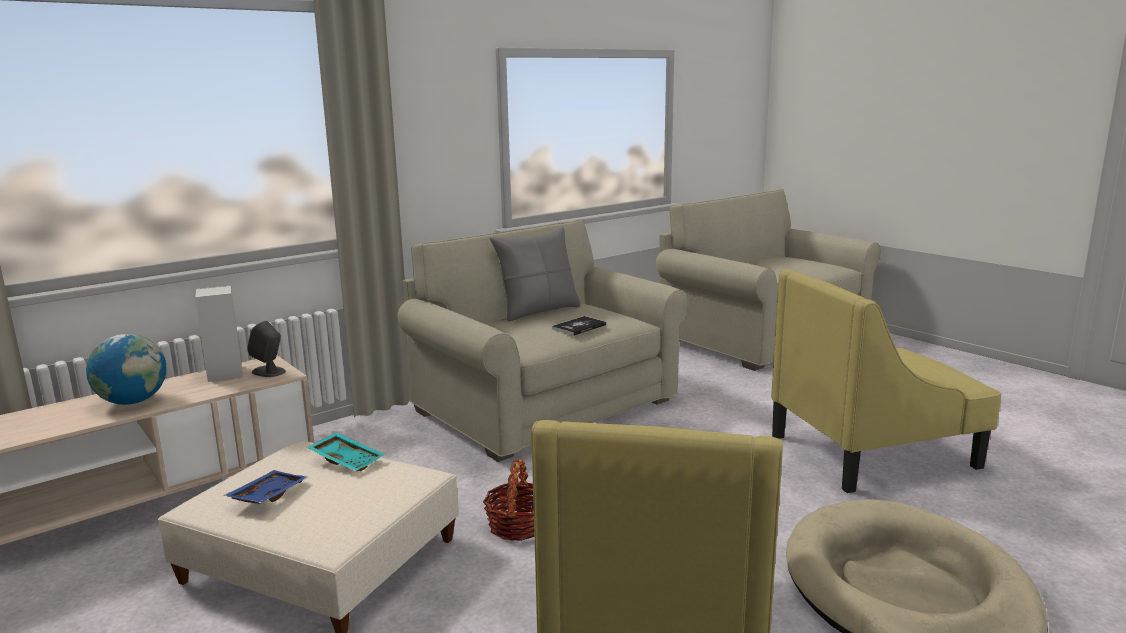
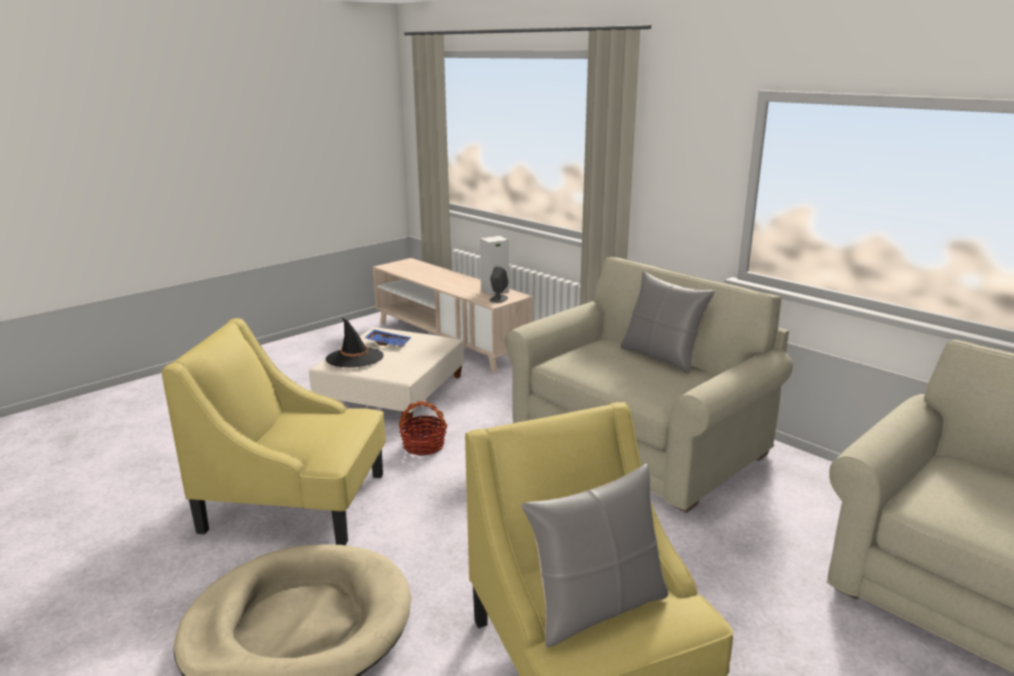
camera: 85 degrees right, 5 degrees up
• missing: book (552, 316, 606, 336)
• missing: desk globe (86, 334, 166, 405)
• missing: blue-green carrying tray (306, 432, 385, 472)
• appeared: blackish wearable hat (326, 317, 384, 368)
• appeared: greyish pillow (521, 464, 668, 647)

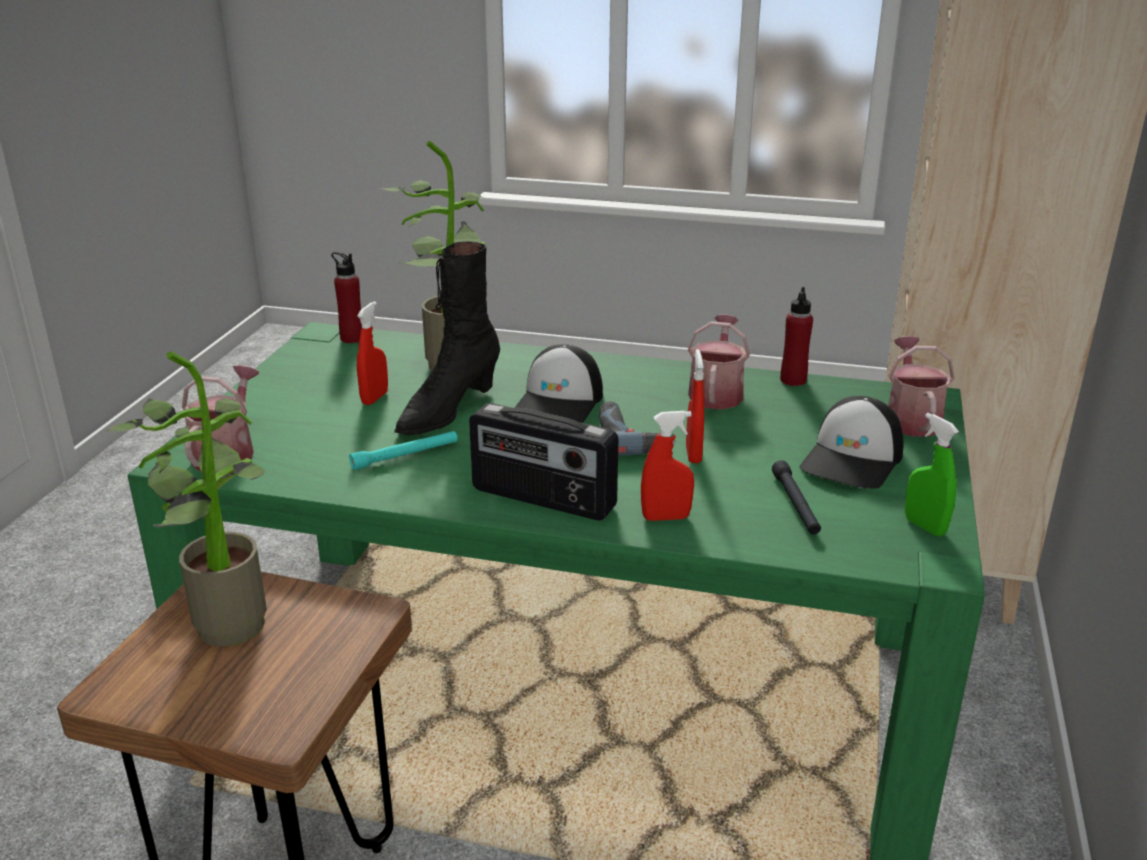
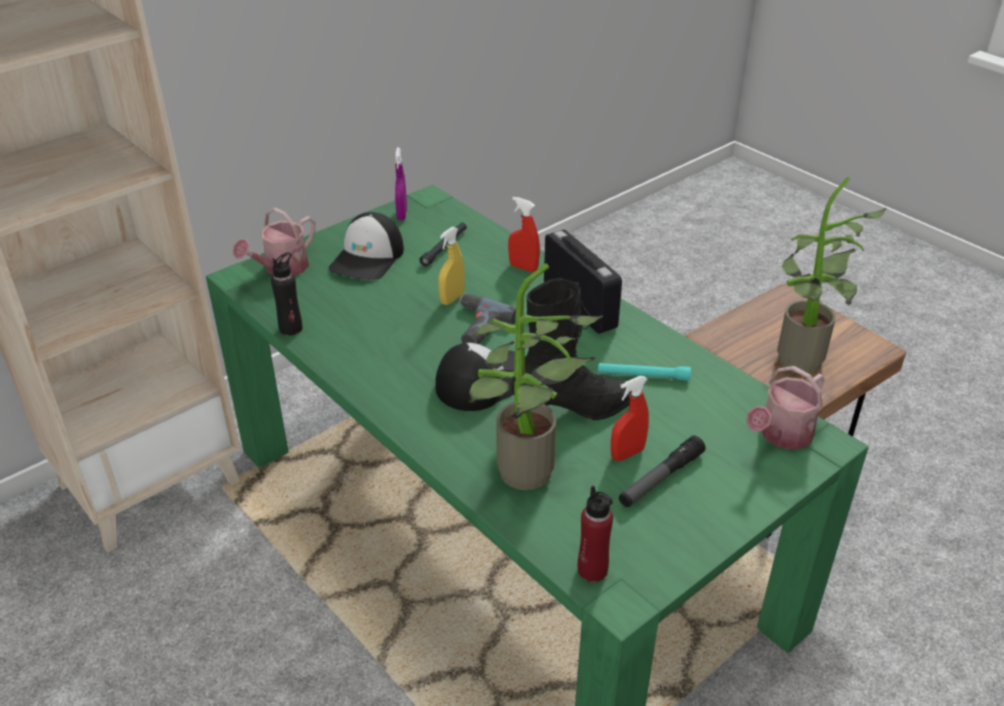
camera: 145 degrees left, 10 degrees up
• colour: reddish beverage bottle (780, 287, 813, 386) to blackish beverage bottle (271, 252, 302, 335)
• missing: watering pot (688, 315, 750, 410)
• colour: reddish spray bottle (686, 349, 704, 463) to yellowish spray bottle (438, 227, 465, 305)
• spun: baseball cap (800, 396, 904, 489) = (329, 212, 404, 280) 135 degrees clockwise
• colour: green spray bottle (905, 413, 959, 536) to purplish spray bottle (395, 148, 407, 220)
• appeared: hand torch (619, 436, 705, 507)

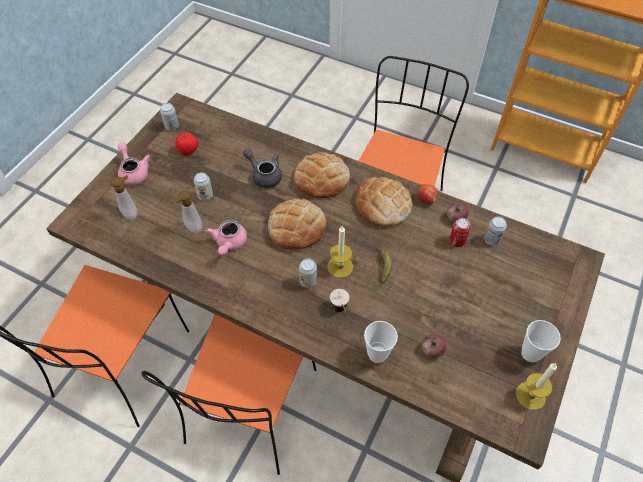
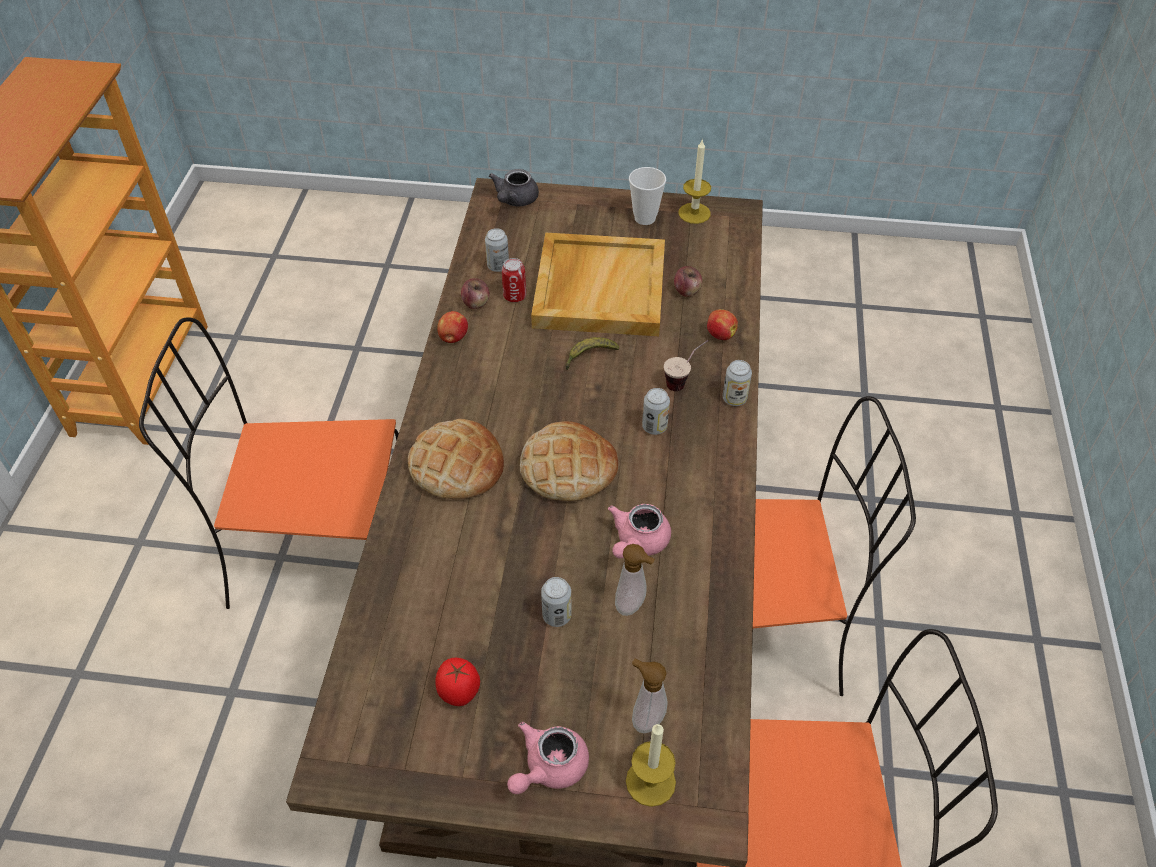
camera: 110 degrees left, 5 degrees down
• relocated: can (160, 103, 179, 130) to (723, 360, 752, 406)
• relocated: greyish pot for tea (243, 149, 282, 188) to (489, 169, 539, 206)
• missing: bread (355, 177, 412, 226)
• spun: pink-coloured pot for tea (206, 220, 247, 256) = (608, 504, 671, 559) 135 degrees clockwise
• relocated: wax light (327, 225, 353, 278) to (626, 723, 676, 807)
• exchanged: small cup (364, 321, 398, 363) to apple (707, 309, 738, 340)
• appeared: sand-coloured carrying tray (531, 232, 665, 336)

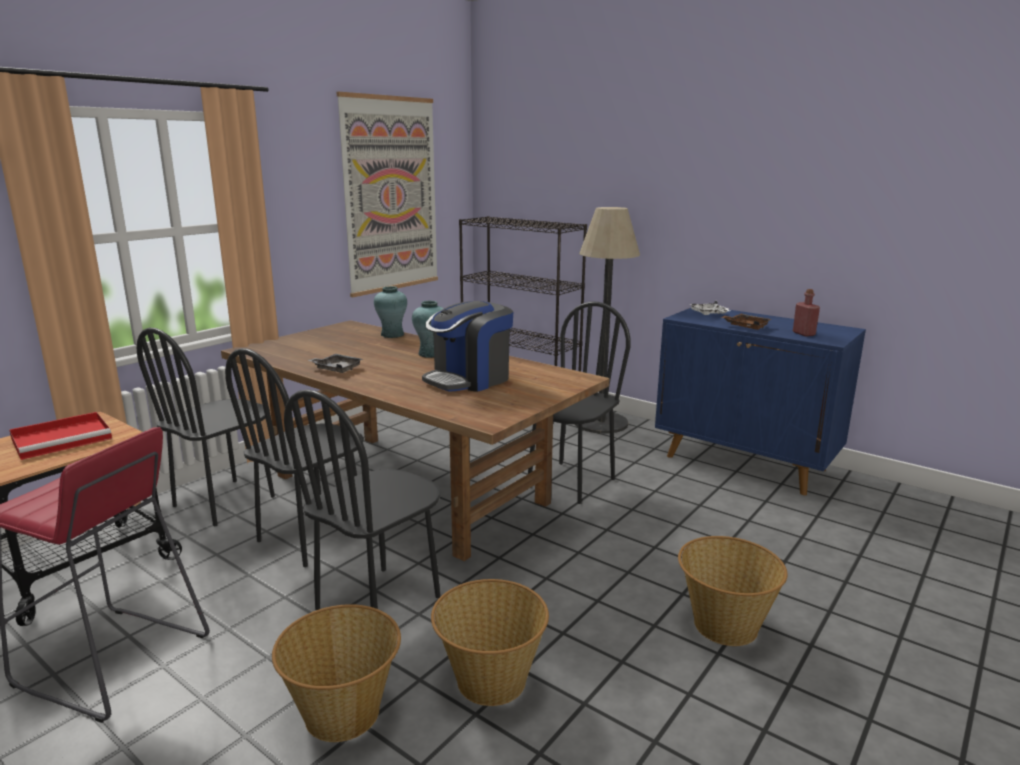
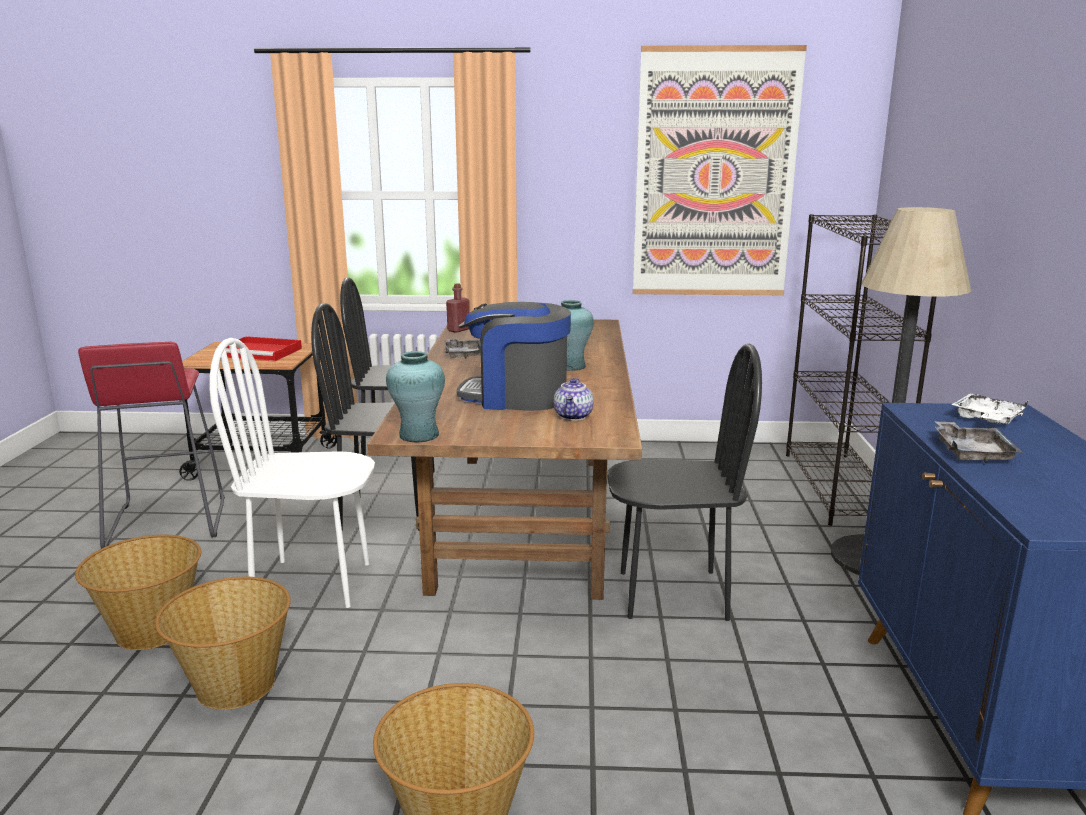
camera: 55 degrees right, 0 degrees up
• relocated: blue-green decorative vase (374, 286, 407, 338) to (386, 351, 445, 442)
• relocated: reddish beverage bottle (793, 289, 820, 337) to (446, 283, 470, 333)
• colour: brown-coloured carrying tray (721, 314, 772, 330) to greyish carrying tray (934, 421, 1023, 463)
• colour: blackish upright chair (284, 389, 441, 610) to white upright chair (209, 338, 375, 608)
• appeared: pot for tea (553, 378, 594, 421)

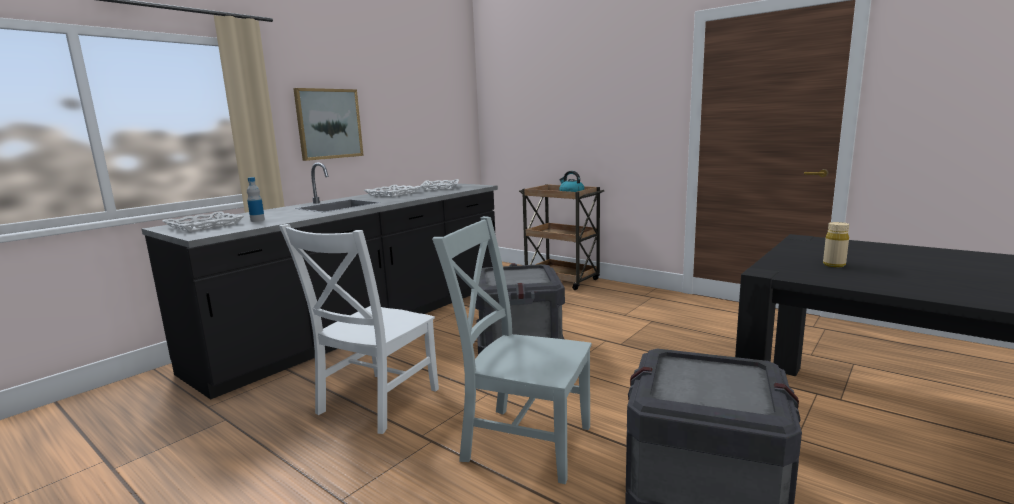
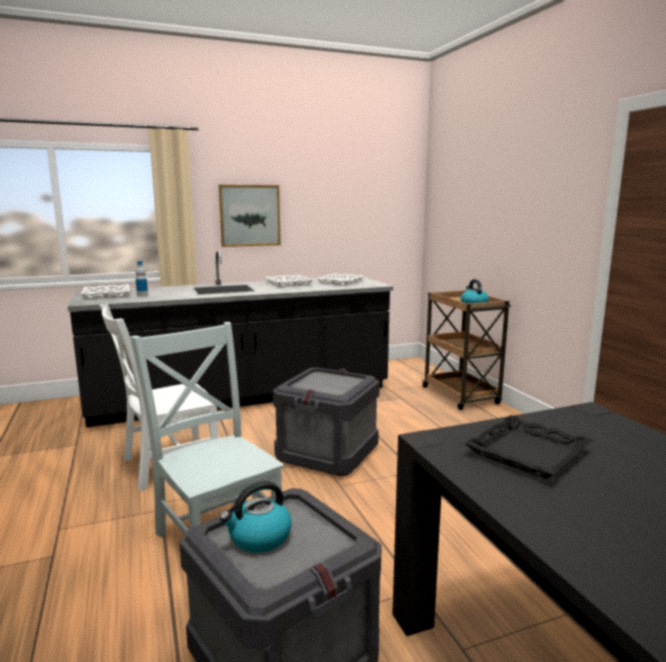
camera: 30 degrees right, 0 degrees up
• exchanged: sand-coloured beverage bottle (823, 222, 849, 267) to blackish carrying tray (464, 415, 593, 479)
• appeared: kettle (220, 481, 292, 553)

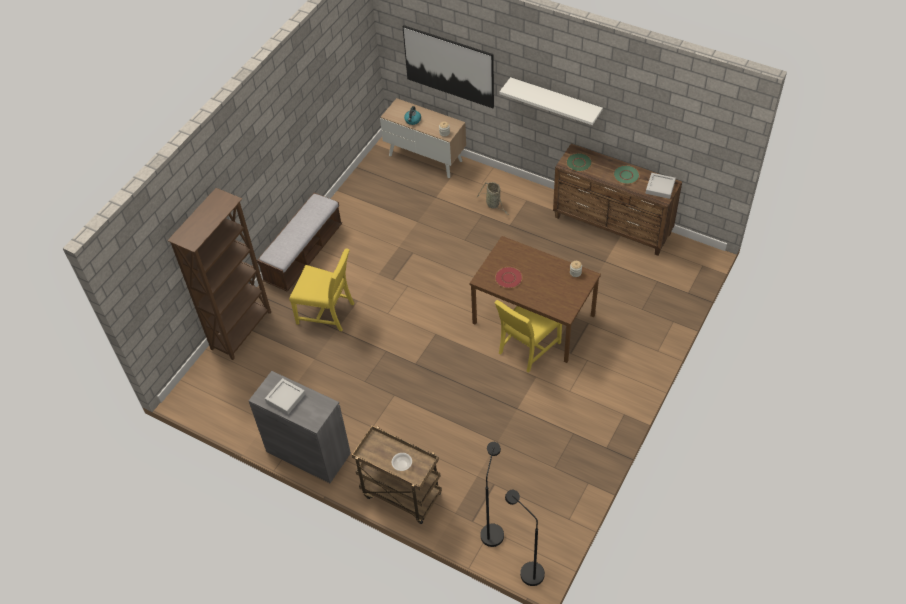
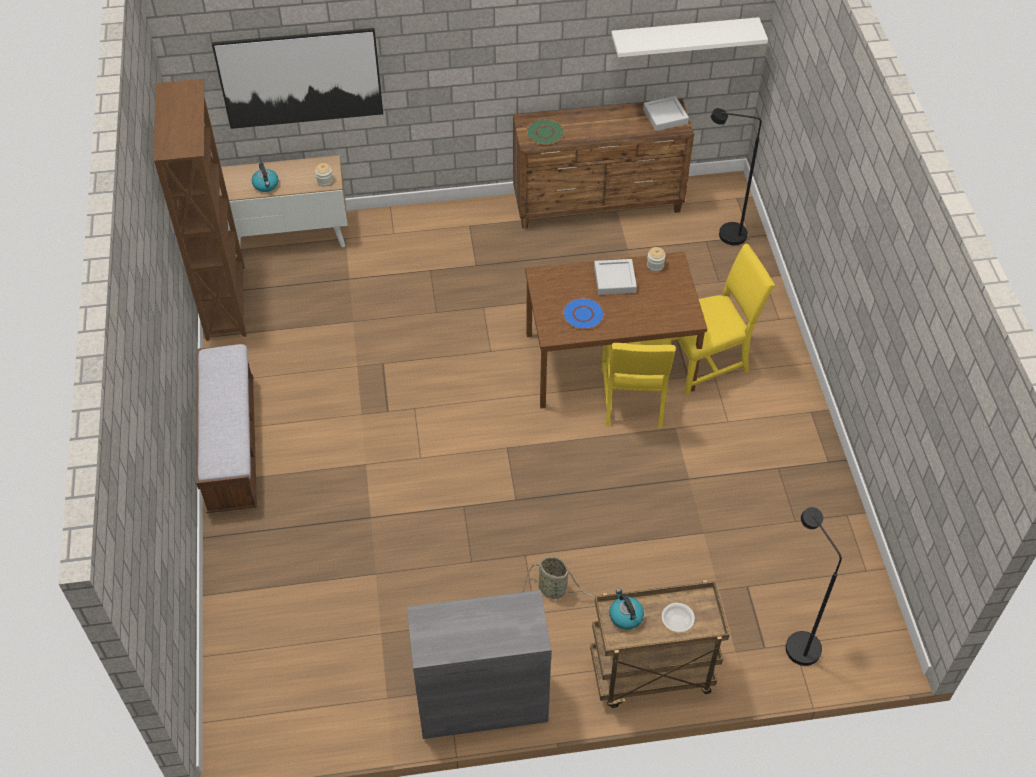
camera: 40 degrees left, 0 degrees up
• relocated: white bracket shelf (499, 77, 603, 125) to (611, 17, 768, 57)
• missing: green plate (613, 165, 640, 184)
• relocated: basket (477, 182, 509, 215) to (522, 556, 595, 599)
• relocated: brown-coloured bookshelf (167, 188, 271, 360) to (153, 79, 246, 341)
• relocated: yellowish upright chair (289, 248, 355, 332) to (672, 244, 775, 395)
• colour: reddish plate (495, 267, 523, 288) to blue plate (563, 298, 604, 329)
• relocated: greyish carrying tray (265, 378, 305, 415) to (594, 259, 637, 295)
• relocated: blackish standing lamp (505, 490, 545, 586) to (711, 108, 761, 245)
• appeared: kettle (609, 589, 644, 630)

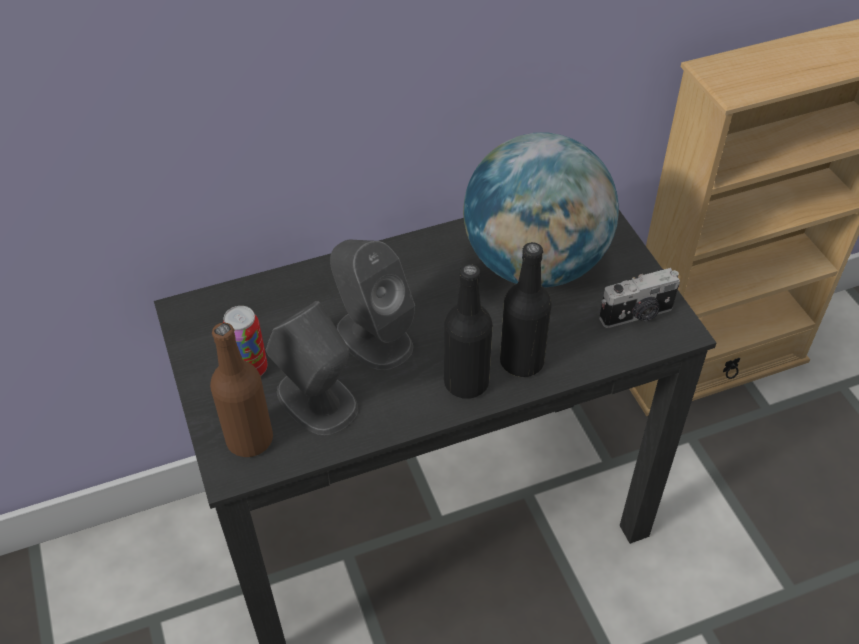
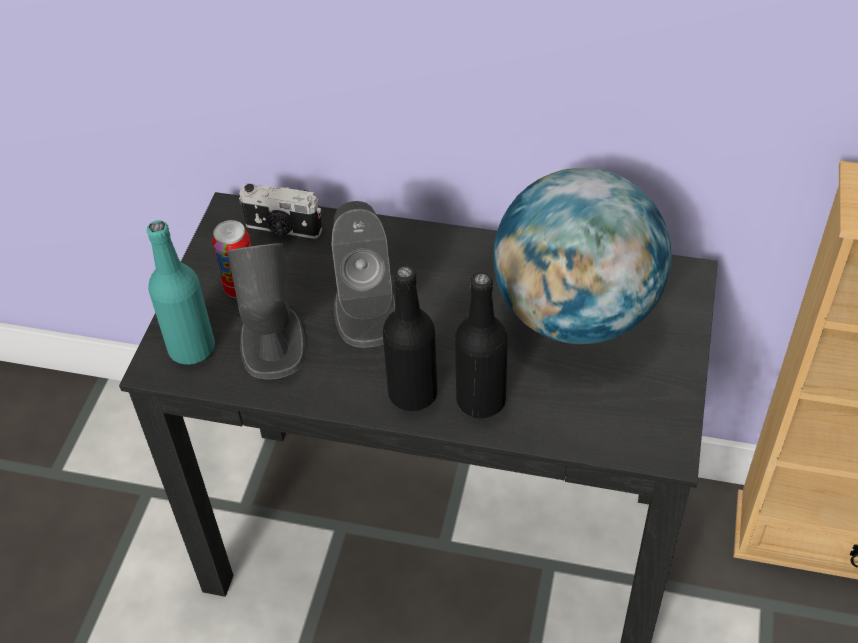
camera: 35 degrees right, 0 degrees up
• relocated: photo camera (599, 268, 680, 328) to (239, 184, 322, 239)
• colour: brown-coloured beverage bottle (210, 323, 273, 457) to blue-green beverage bottle (147, 221, 215, 365)

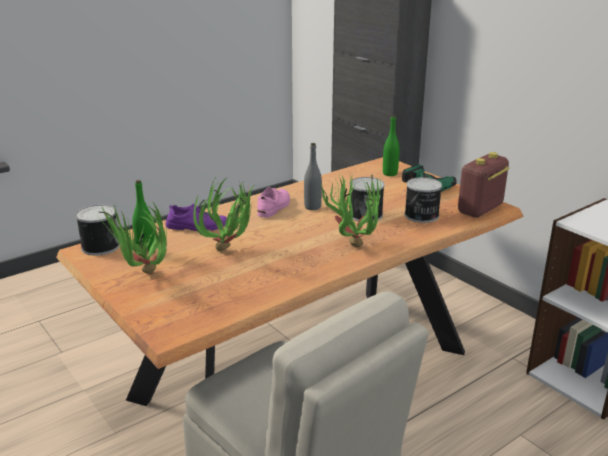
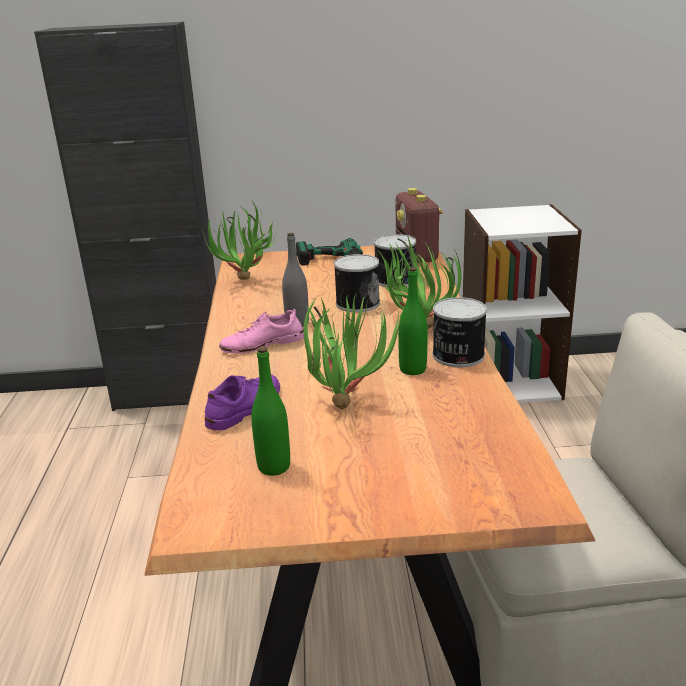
camera: 55 degrees left, 0 degrees up
• relocated: green beverage bottle (383, 115, 400, 176) to (398, 267, 428, 375)
• spun: pink-coloured item of footwear (257, 187, 290, 217) = (219, 308, 304, 354) 75 degrees counterclockwise
• relocated: houseplant (99, 203, 167, 274) to (202, 201, 277, 280)
• relocated: can (76, 205, 120, 256) to (433, 297, 487, 367)

